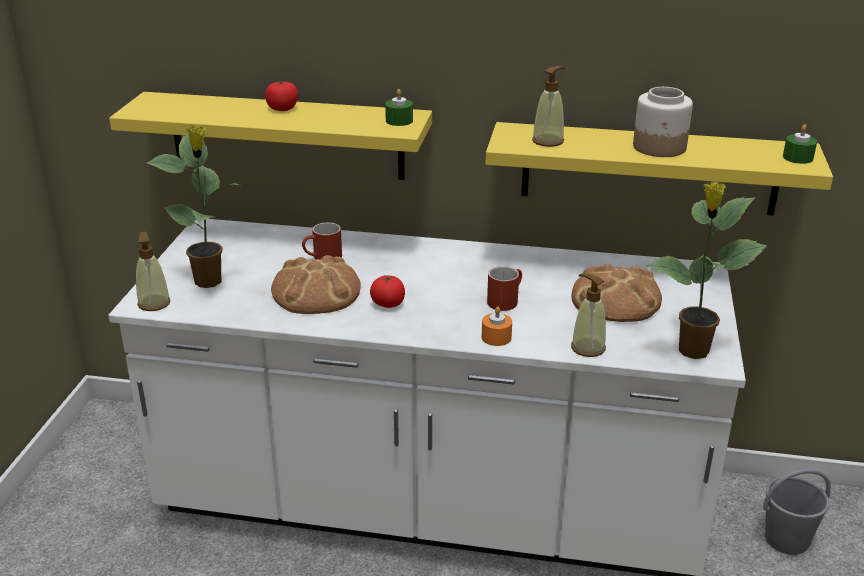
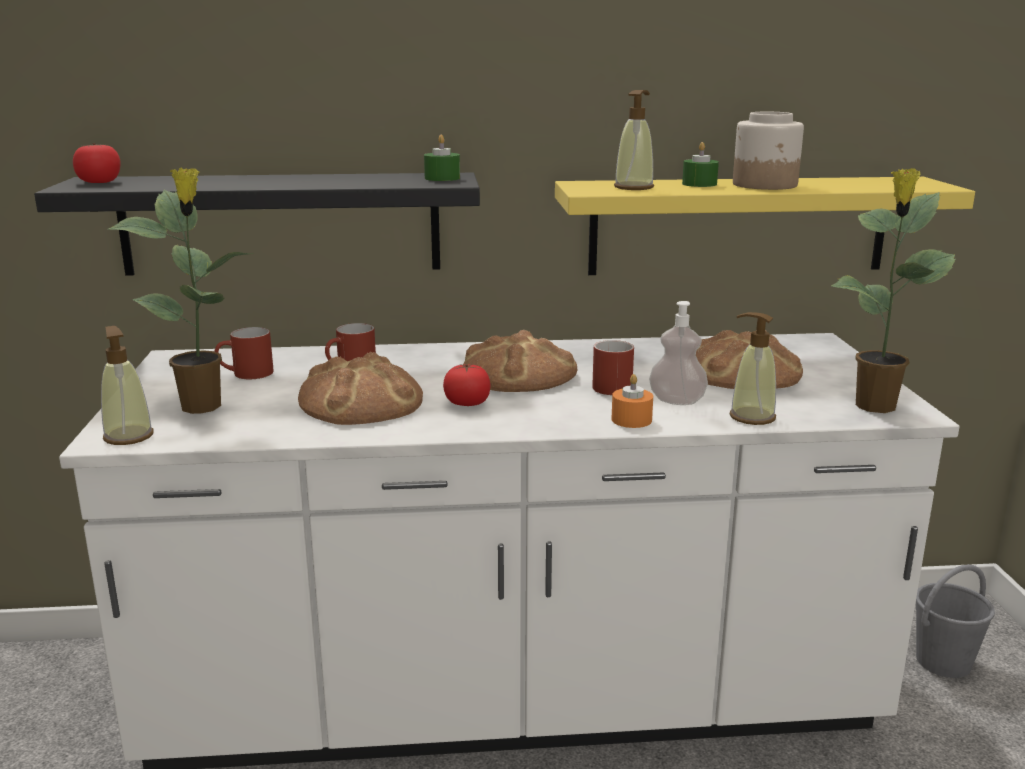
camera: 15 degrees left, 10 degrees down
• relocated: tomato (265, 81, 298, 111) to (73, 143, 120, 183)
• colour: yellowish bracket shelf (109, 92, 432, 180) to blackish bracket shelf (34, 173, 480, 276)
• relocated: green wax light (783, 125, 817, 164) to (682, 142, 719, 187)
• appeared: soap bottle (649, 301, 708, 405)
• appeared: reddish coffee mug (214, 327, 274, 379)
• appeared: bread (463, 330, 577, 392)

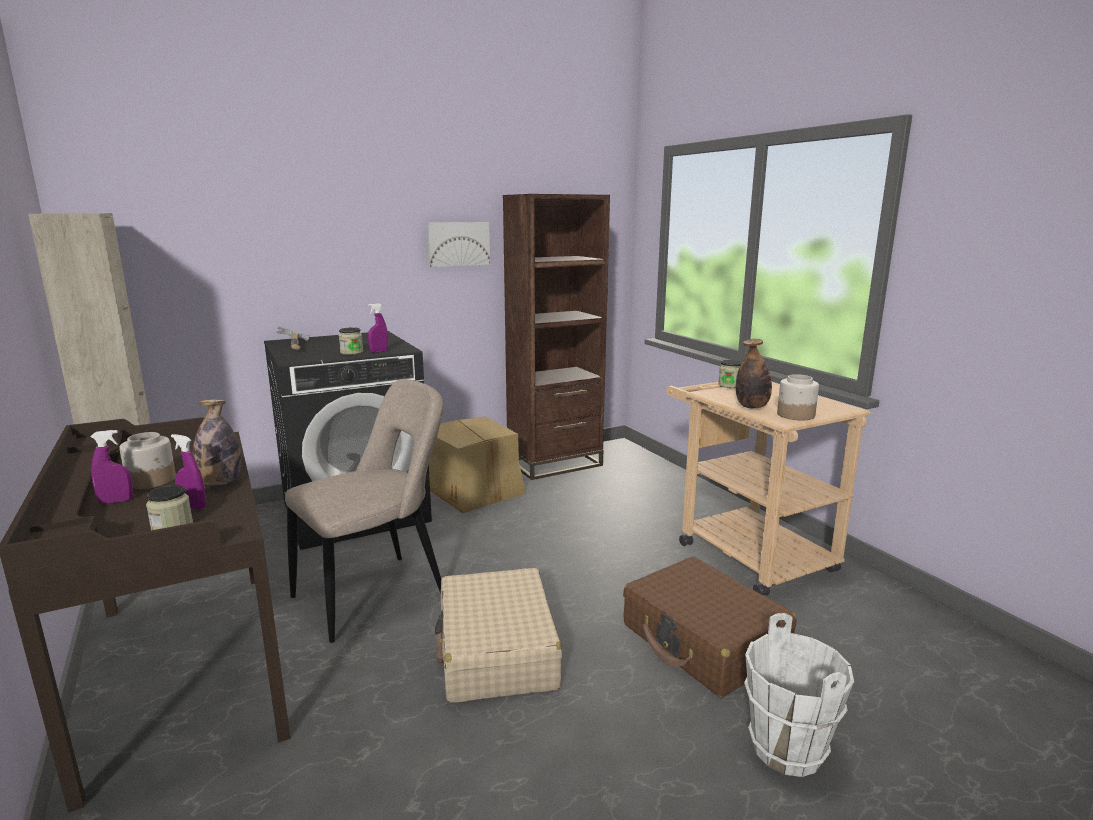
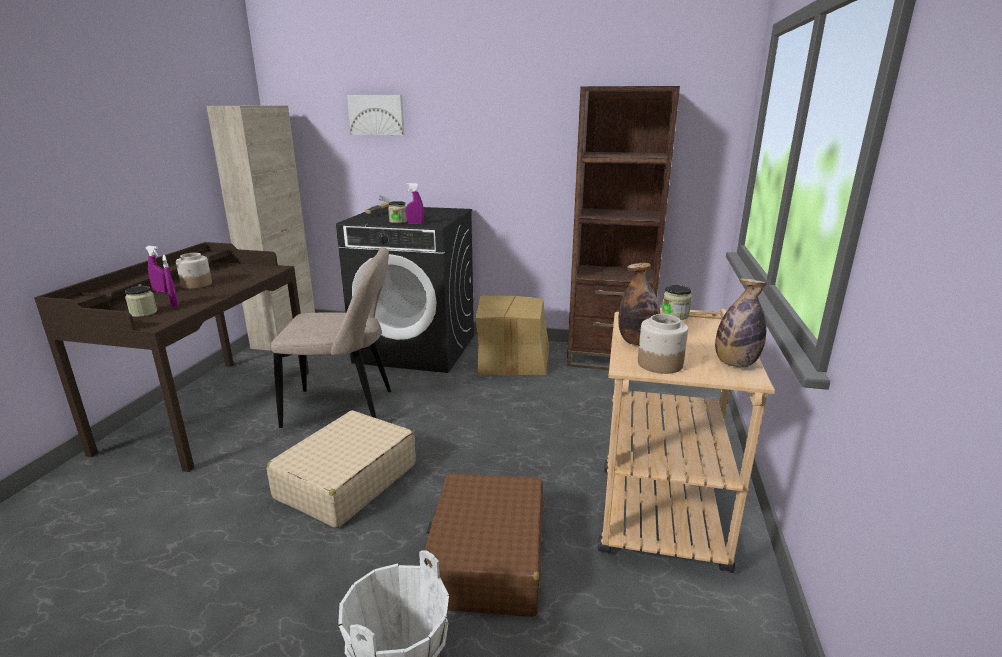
camera: 40 degrees right, 5 degrees up
• relocated: wall art (427, 222, 490, 267) to (347, 95, 405, 135)
• relocated: beverage bottle (192, 399, 241, 485) to (715, 278, 766, 367)

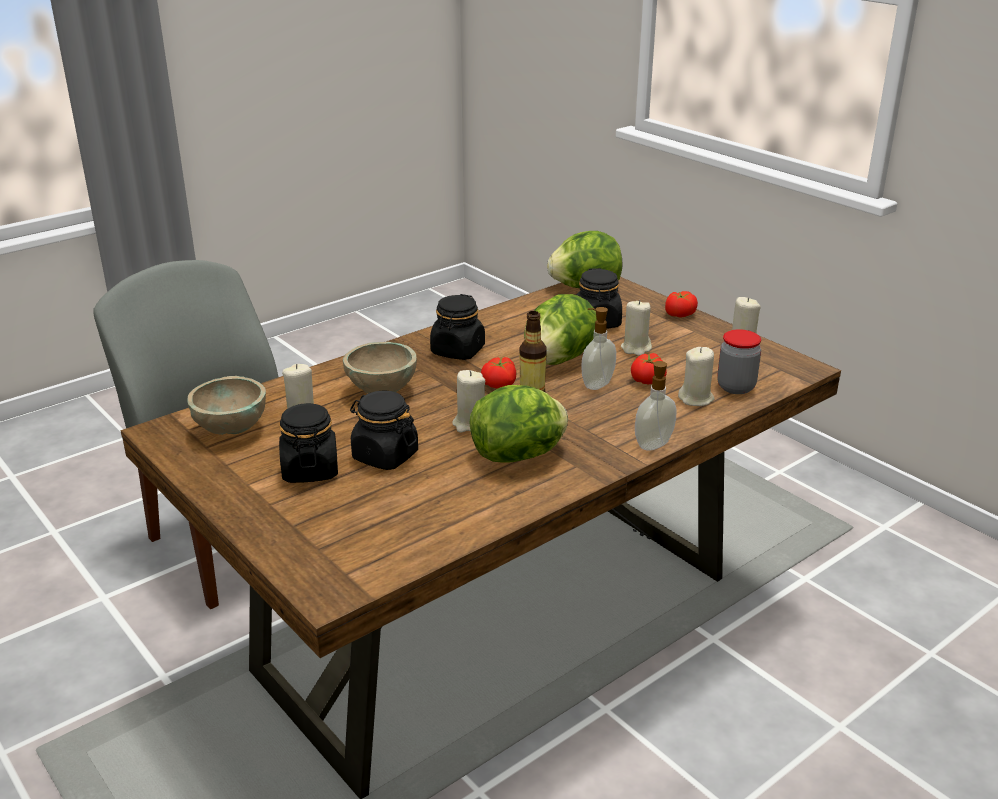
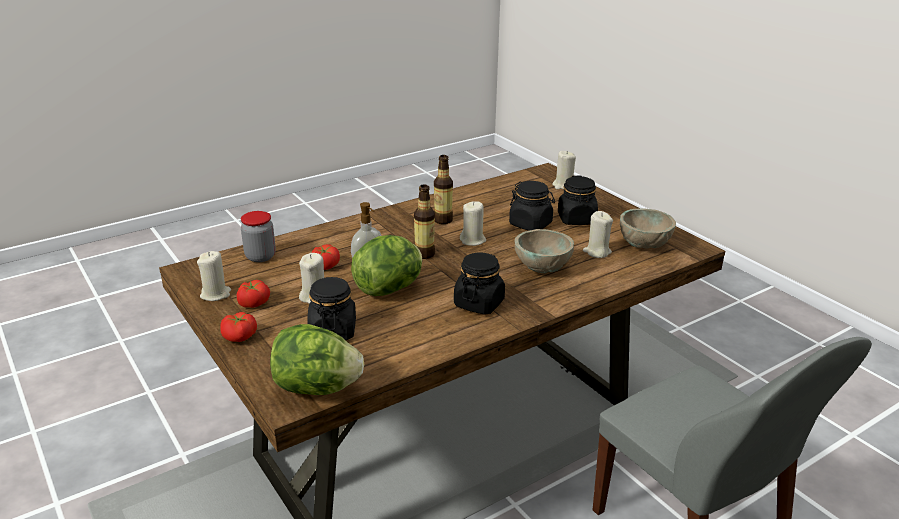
camera: 175 degrees left, 0 degrees up
• relocated: sand-coloured wax light (678, 347, 715, 406) to (552, 151, 576, 189)
• relocated: tomato (481, 357, 517, 389) to (237, 280, 270, 308)
• missing: soap bottle (635, 361, 676, 451)
• exchanged: lettuce head (469, 385, 568, 463) to beverage bottle (434, 155, 453, 224)

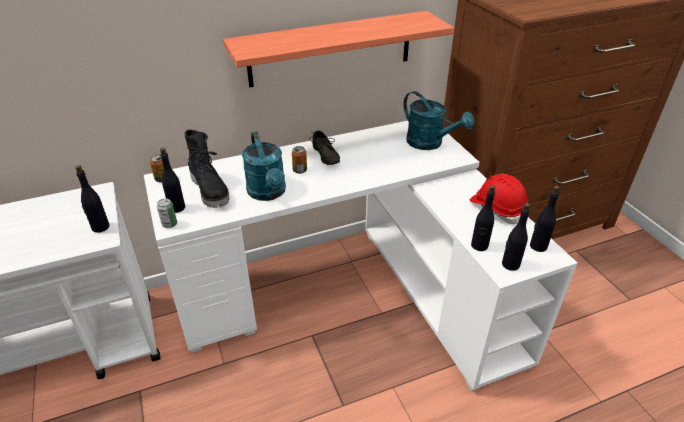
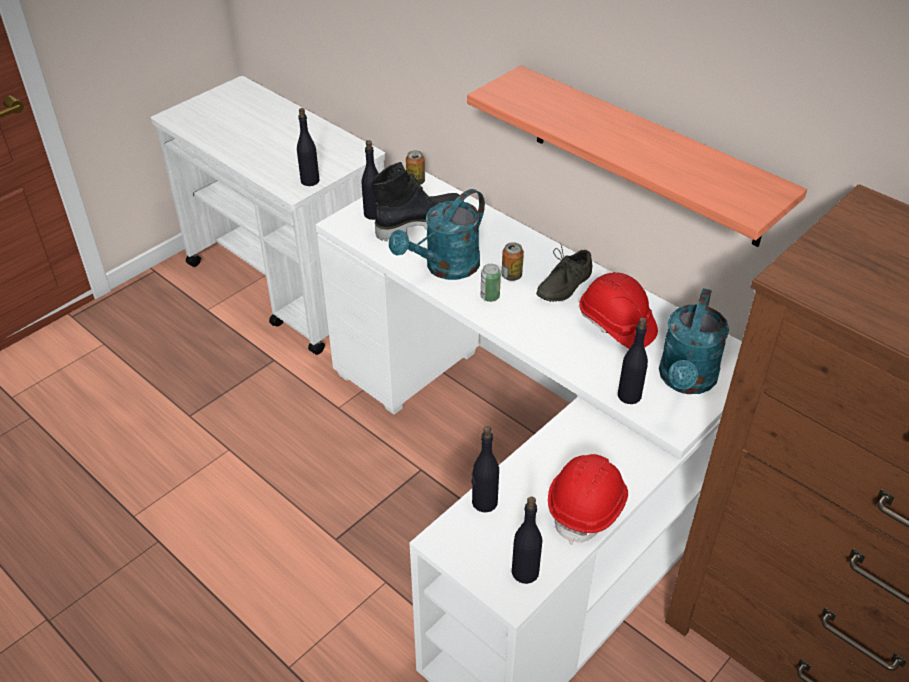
camera: 65 degrees right, 5 degrees up
• spun: blackish high-top boot (185, 130, 229, 208) = (371, 162, 464, 241) 150 degrees counterclockwise
• relocated: can (157, 198, 177, 228) to (481, 264, 501, 302)
• relocated: blackish beverage bottle (502, 203, 530, 271) to (618, 318, 648, 404)
• appeared: reddish work helmet (579, 272, 658, 349)

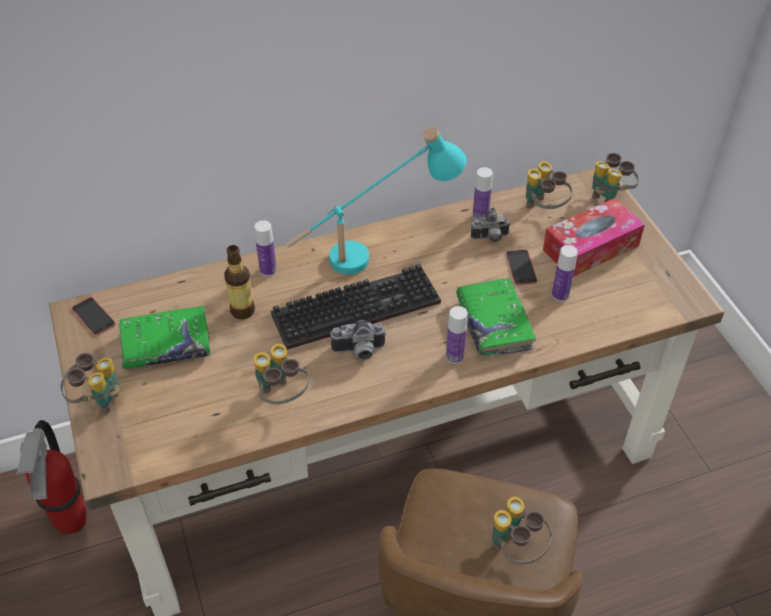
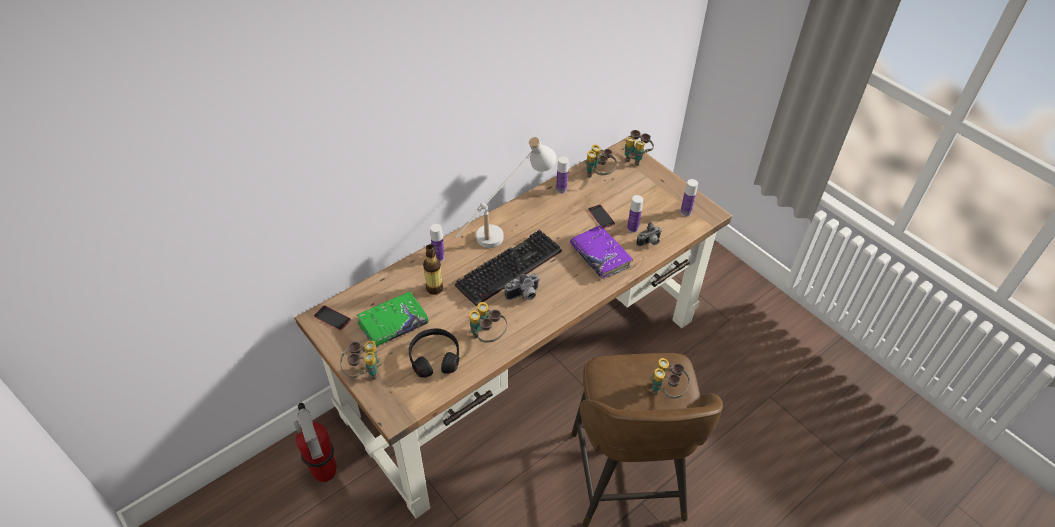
camera: 20 degrees left, 0 degrees up
• colour: blue-green tabletop lamp (286, 127, 467, 275) to white tabletop lamp (454, 137, 557, 248)
• missing: tissue holder (543, 198, 645, 277)
• relocated: photo camera (471, 207, 510, 242) to (636, 222, 662, 246)
• colour: green book (456, 278, 536, 356) to purplish book (570, 225, 633, 279)
• relocated: beverage bottle (446, 306, 468, 364) to (680, 179, 698, 216)
• appeared: blackish headphones (409, 328, 459, 378)

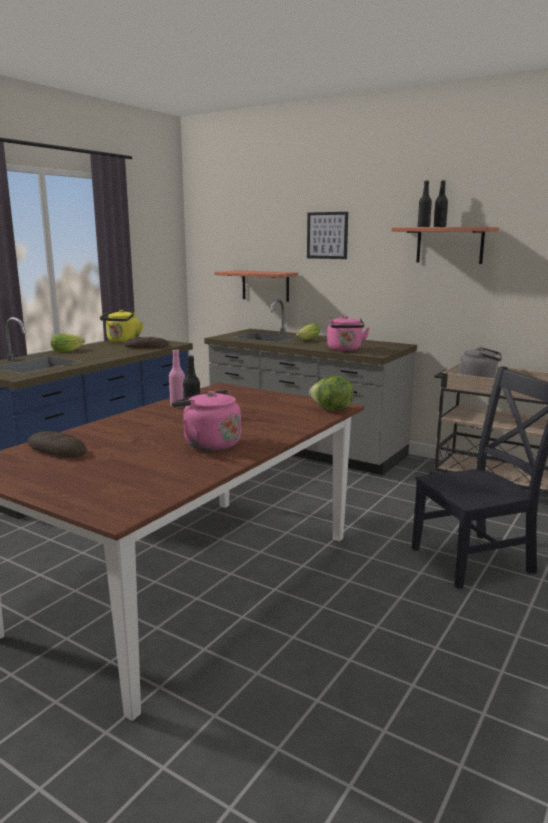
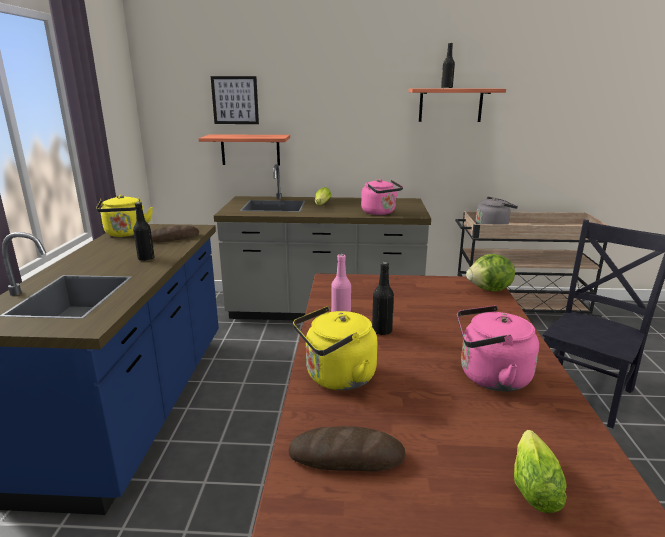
camera: 30 degrees left, 5 degrees up
• relocated: blackish beverage bottle (418, 180, 432, 227) to (133, 202, 155, 261)
• relocated: wall art (307, 212, 348, 259) to (211, 76, 259, 124)
• relocated: lettuce head (51, 334, 85, 352) to (514, 430, 567, 513)
• appeared: yellowish kettle (293, 306, 378, 390)

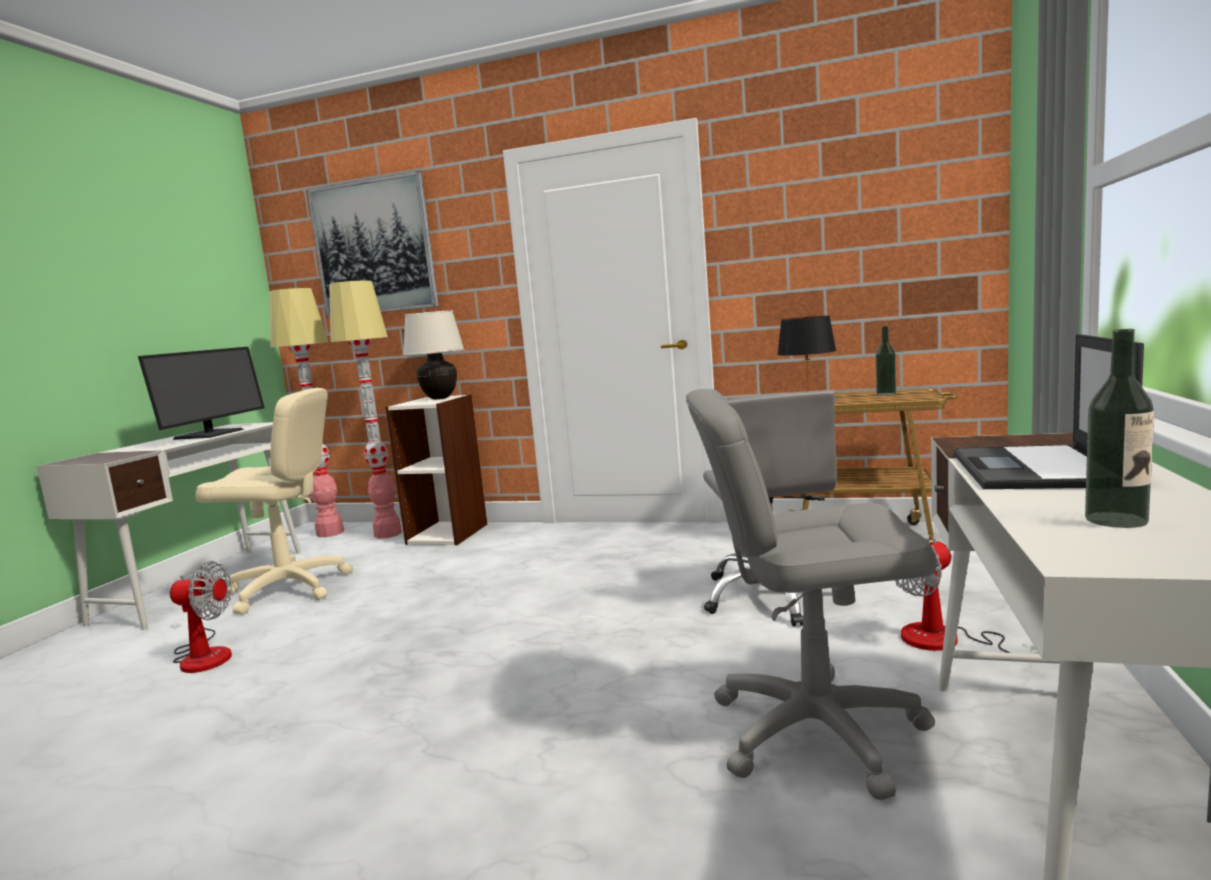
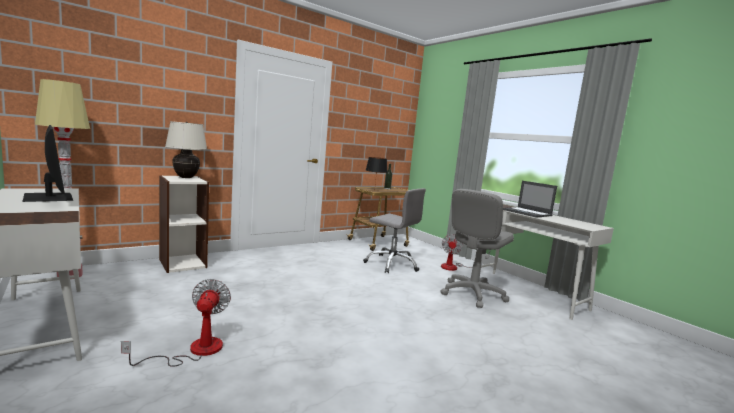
camera: 55 degrees left, 0 degrees up
• missing: wall art (307, 171, 439, 318)
• missing: standing lamp (329, 281, 402, 539)
• missing: beverage bottle (1085, 329, 1154, 528)
• missing: sand-coloured computer chair (196, 388, 353, 614)
• spun: fan (170, 561, 232, 673) = (121, 279, 231, 367) 45 degrees counterclockwise

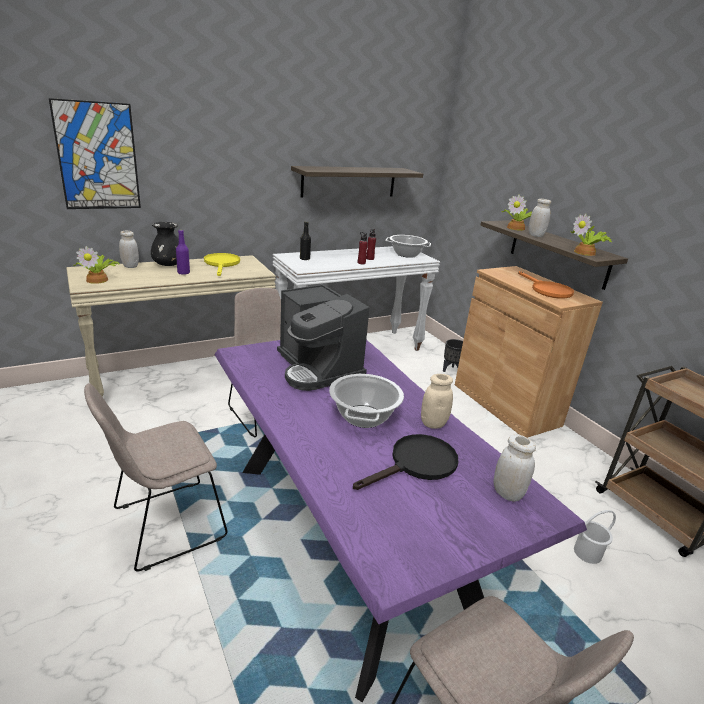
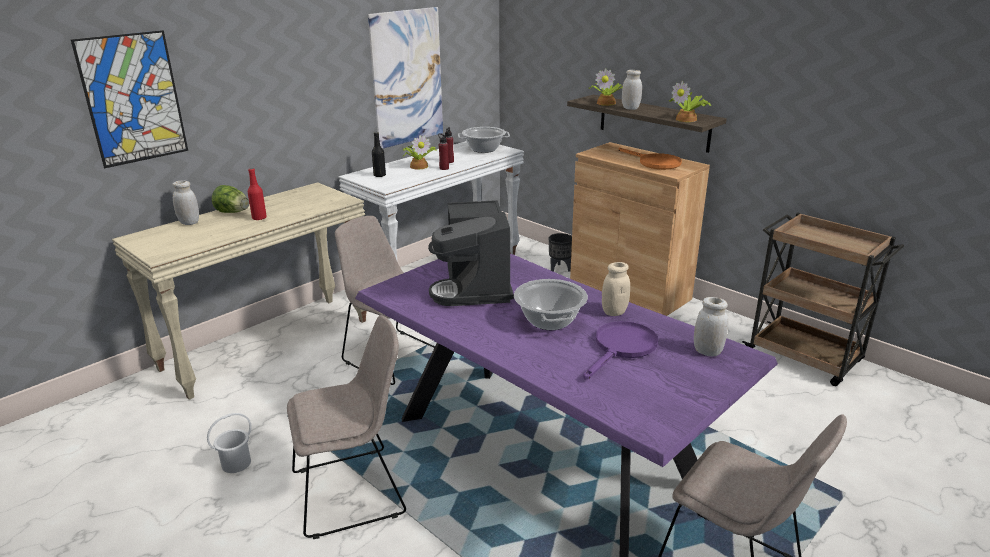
camera: 15 degrees left, 0 degrees up
• exchanged: bracket shelf (291, 166, 423, 198) to wall art (368, 7, 443, 149)
• exchanged: blackish decorative vase (151, 222, 179, 266) to lettuce head (212, 185, 249, 213)
• colour: purplish beverage bottle (176, 230, 190, 274) to reddish beverage bottle (248, 168, 267, 220)
• relocated: houseplant (74, 246, 120, 284) to (402, 135, 436, 169)
• missing: yellowish pan (204, 253, 240, 276)
• spun: coffee maker (277, 284, 369, 391) = (428, 200, 514, 306) 45 degrees clockwise
• spun: sand-coloured upright chair (84, 383, 228, 572) = (287, 315, 406, 539) 150 degrees counterclockwise
• colour: blackish pan (353, 434, 458, 490) to purplish pan (583, 321, 658, 379)
• relocated: white water bucket (574, 510, 616, 564) to (207, 413, 252, 473)

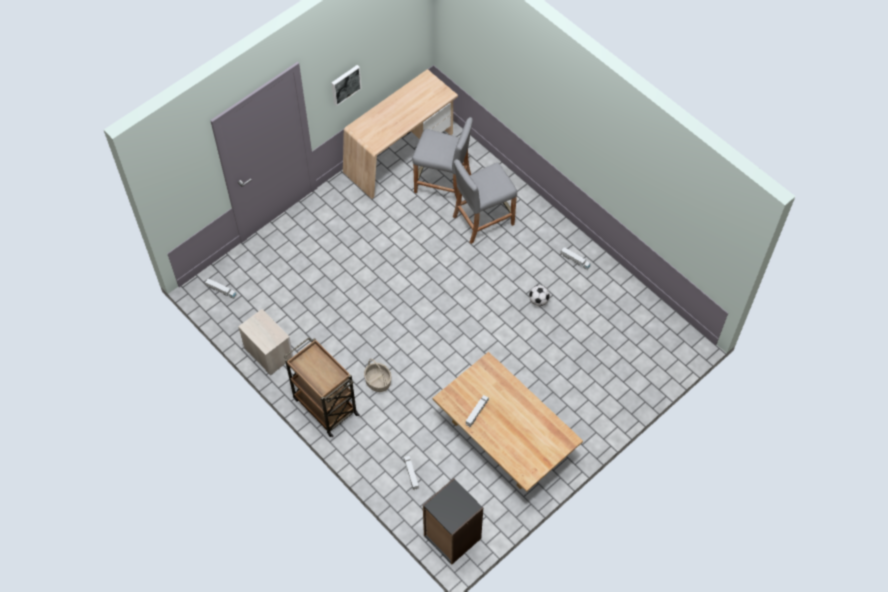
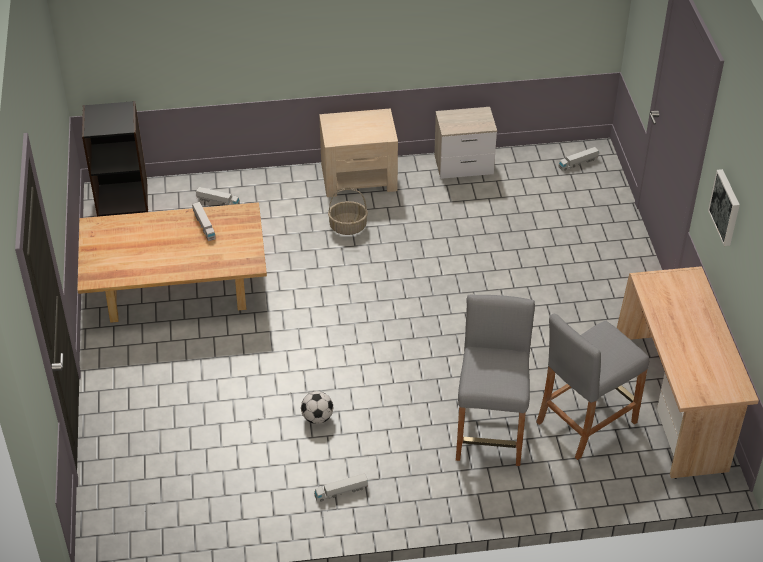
camera: 125 degrees right, 15 degrees down
• exchanged: brown-coloured trolley (284, 337, 360, 437) to sand-coloured night table (319, 108, 398, 197)

